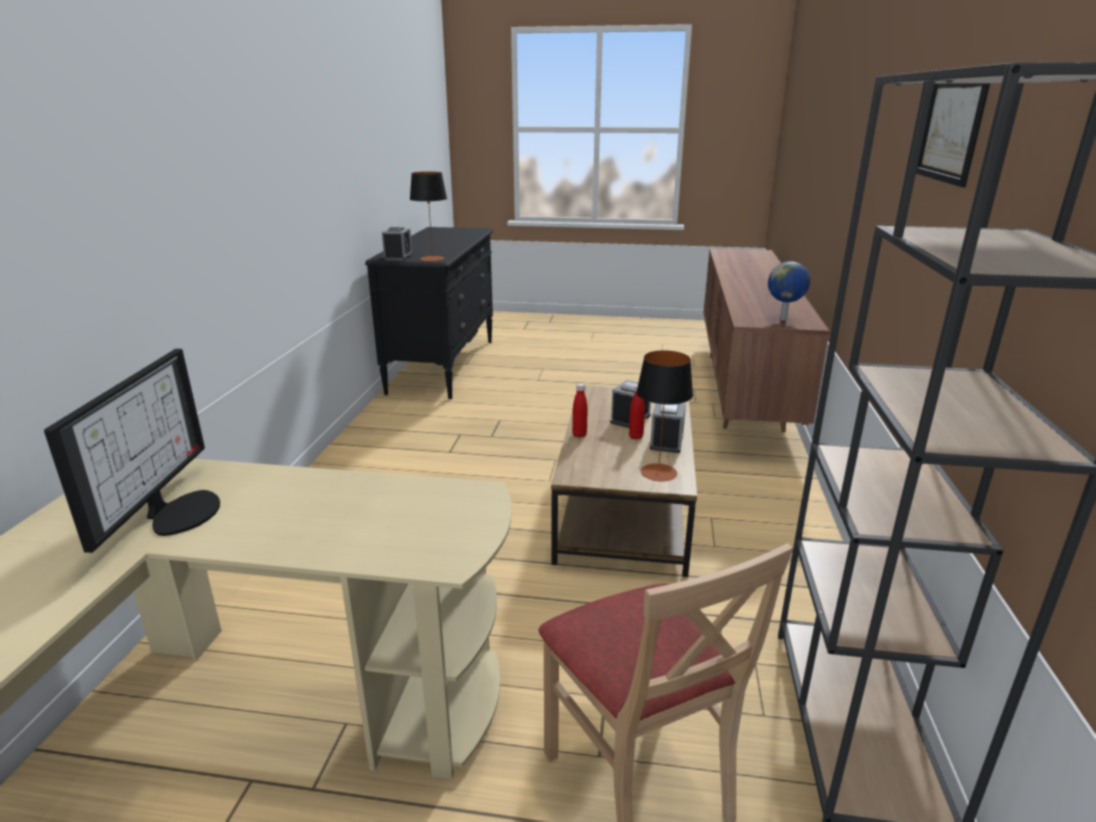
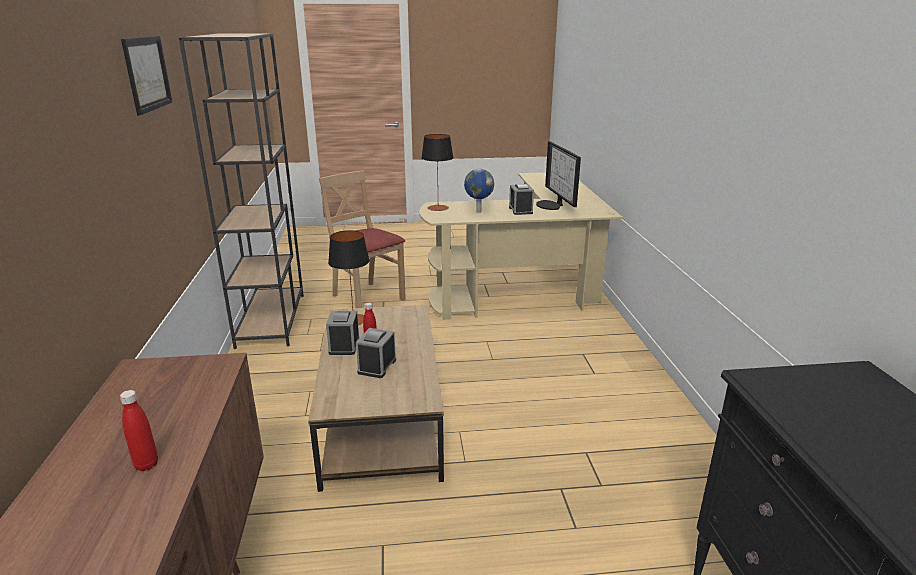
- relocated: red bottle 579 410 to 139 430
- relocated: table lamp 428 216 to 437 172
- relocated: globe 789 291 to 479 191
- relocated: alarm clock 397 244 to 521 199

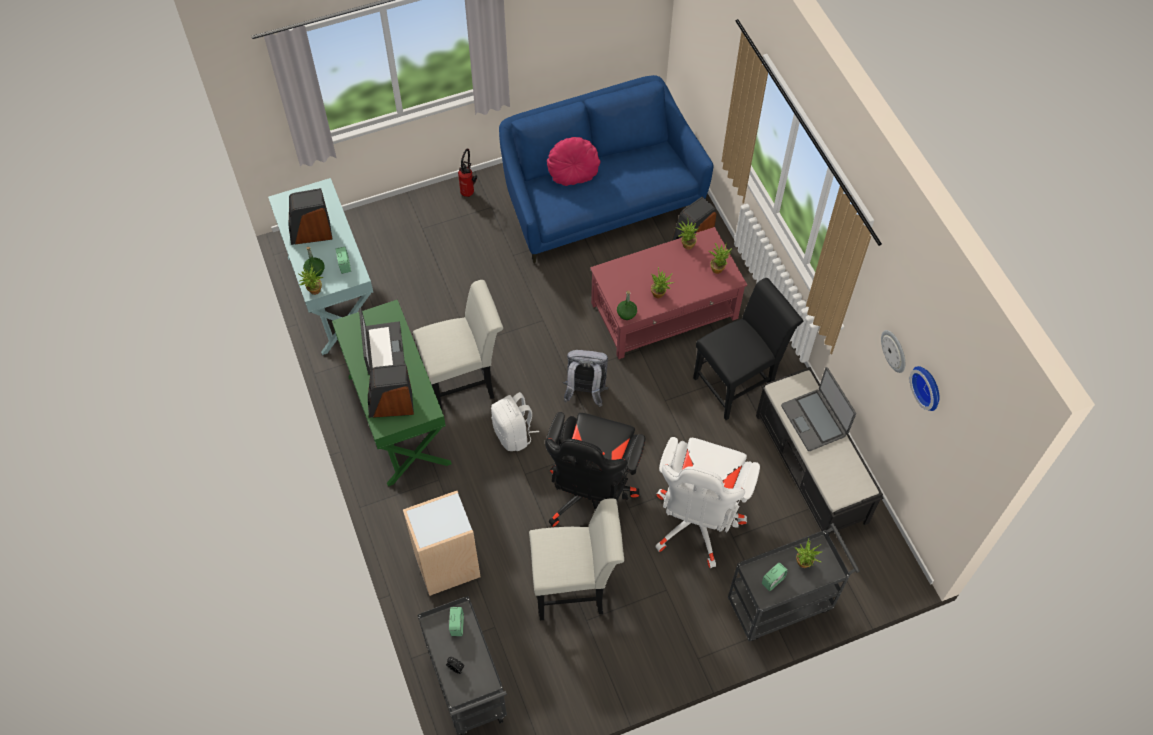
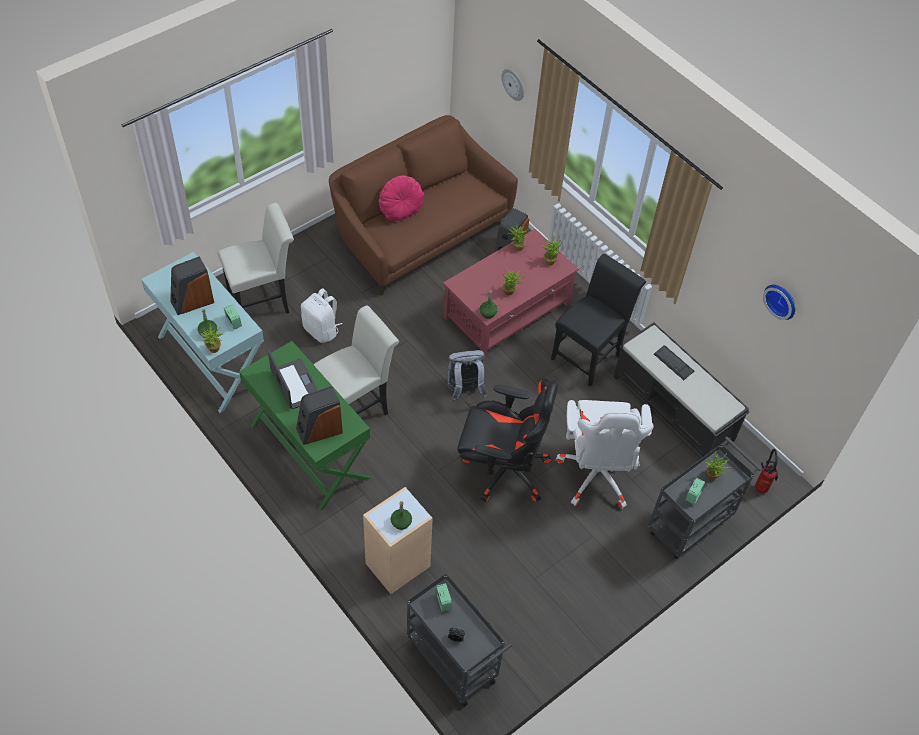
- relocated: white chair 576 559 to 255 258
- relocated: white backpack 515 421 to 322 315
- colour: blue sofa 606 169 to brown sofa 423 205
- appeared: green bottle 401 515
- spun: black office chair 595 469 = 507 440 75 degrees counterclockwise
- relocated: wall clock 893 351 to 513 85
- exchanged: laptop 818 409 to keyboard 674 362
- relocated: fire extinguisher 467 172 to 766 471

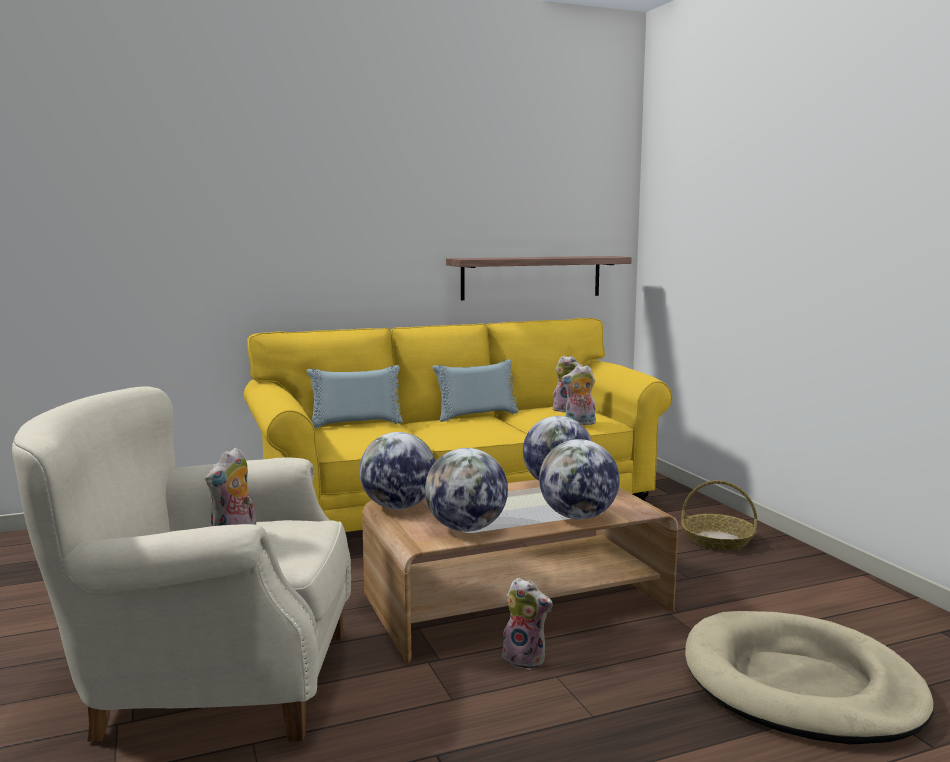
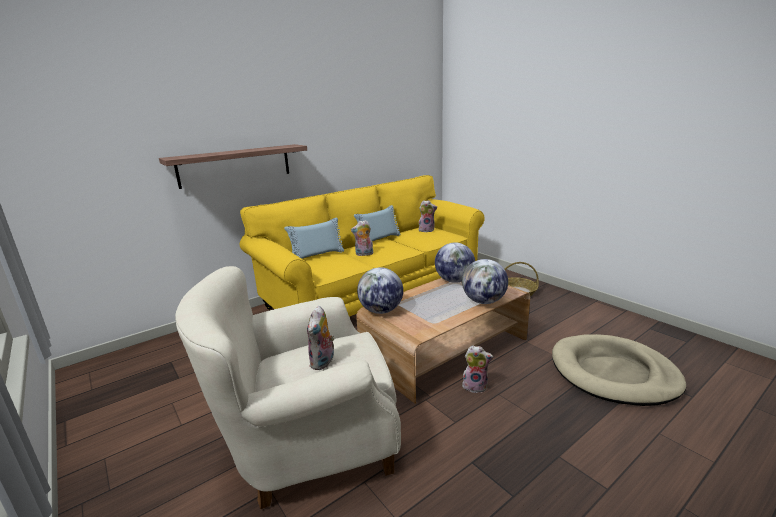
- relocated: shelf 539 278 to 233 166
- relocated: plush toy 578 395 to 362 238
- missing: globe 466 490

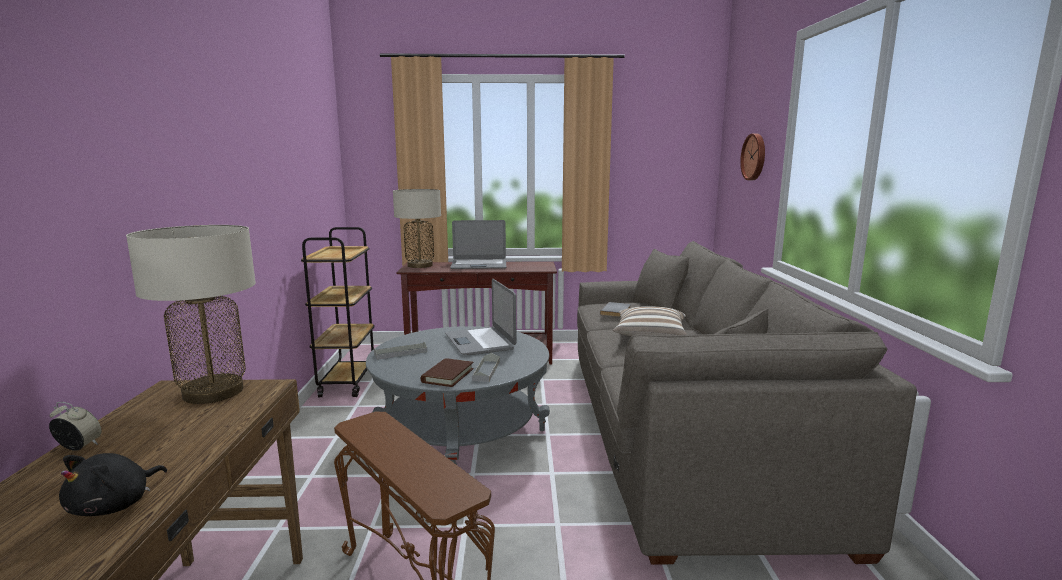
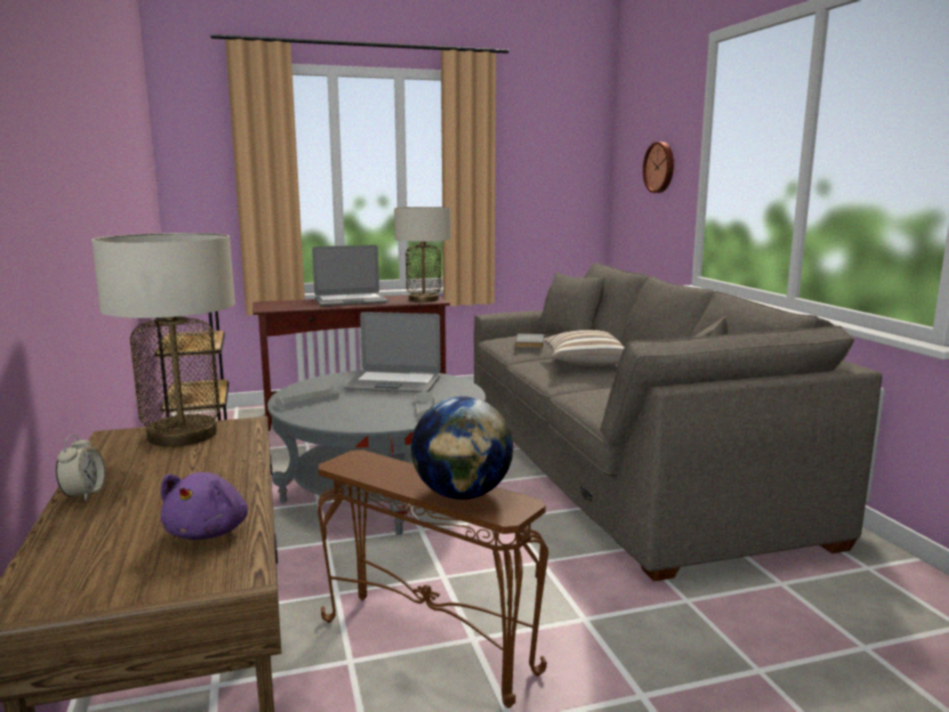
- spun: alarm clock 75 426 = 81 467 90 degrees clockwise
- colour: black plush toy 113 484 to purple plush toy 204 506
- spun: laptop 480 317 = 392 352 45 degrees counterclockwise
- relocated: table lamp 417 228 to 422 254
- appeared: globe 462 448
- missing: brown book 447 372

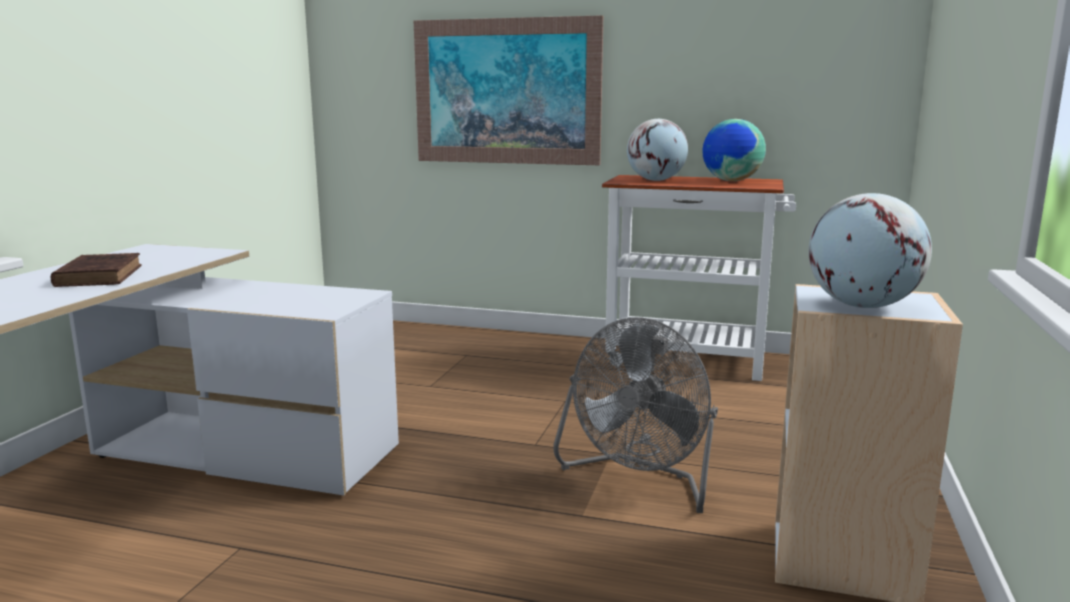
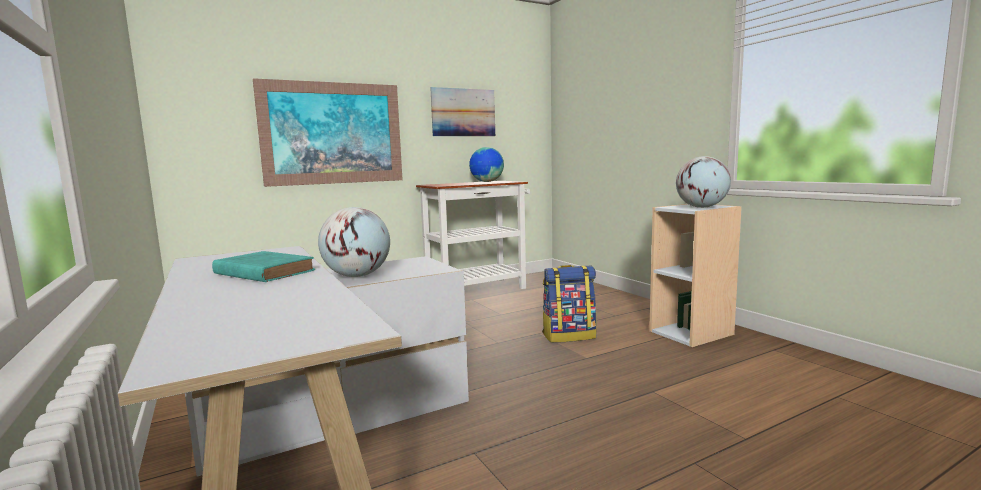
- colour: brown book 96 270 to turquoise book 263 266
- relocated: globe 657 150 to 354 242
- appeared: picture 462 111
- exchanged: grey fan 635 415 to backpack 569 304

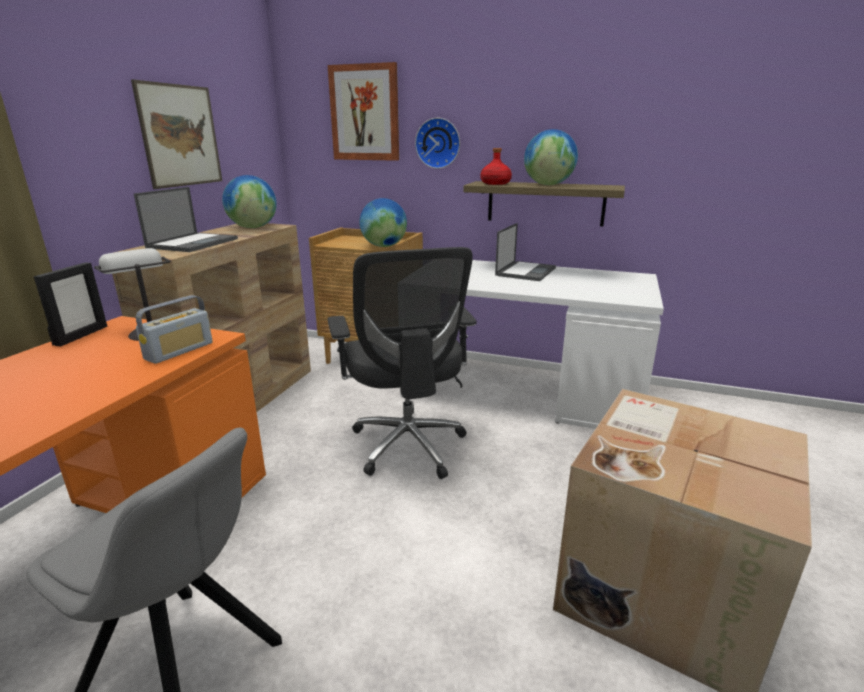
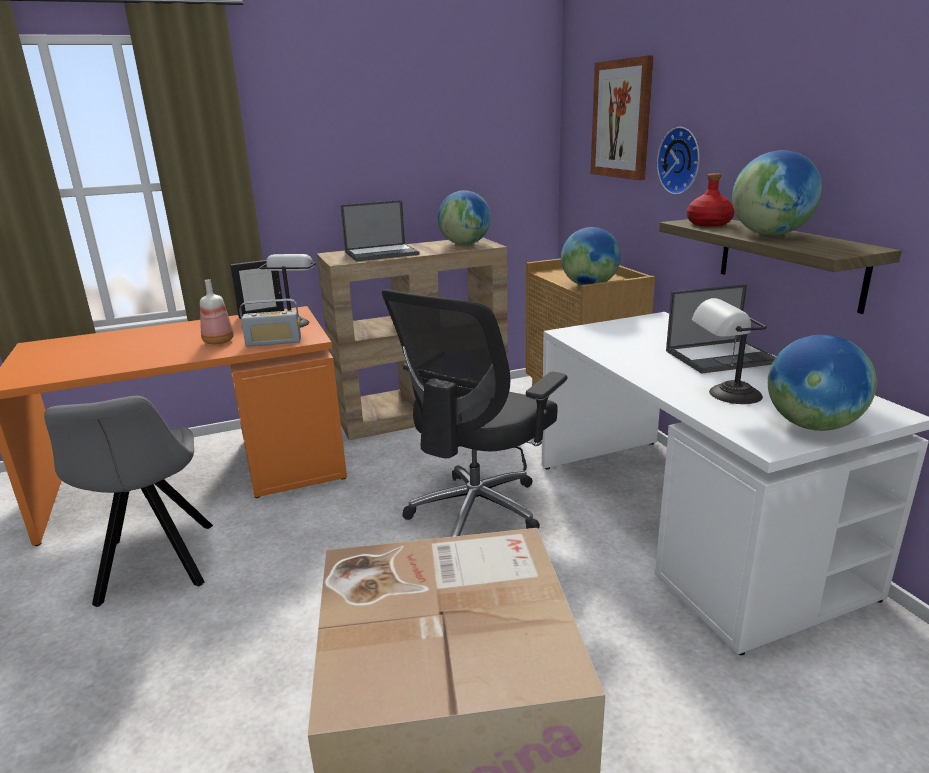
- appeared: bottle 217 311
- appeared: table lamp 729 351
- appeared: globe 822 383
- missing: picture 176 134

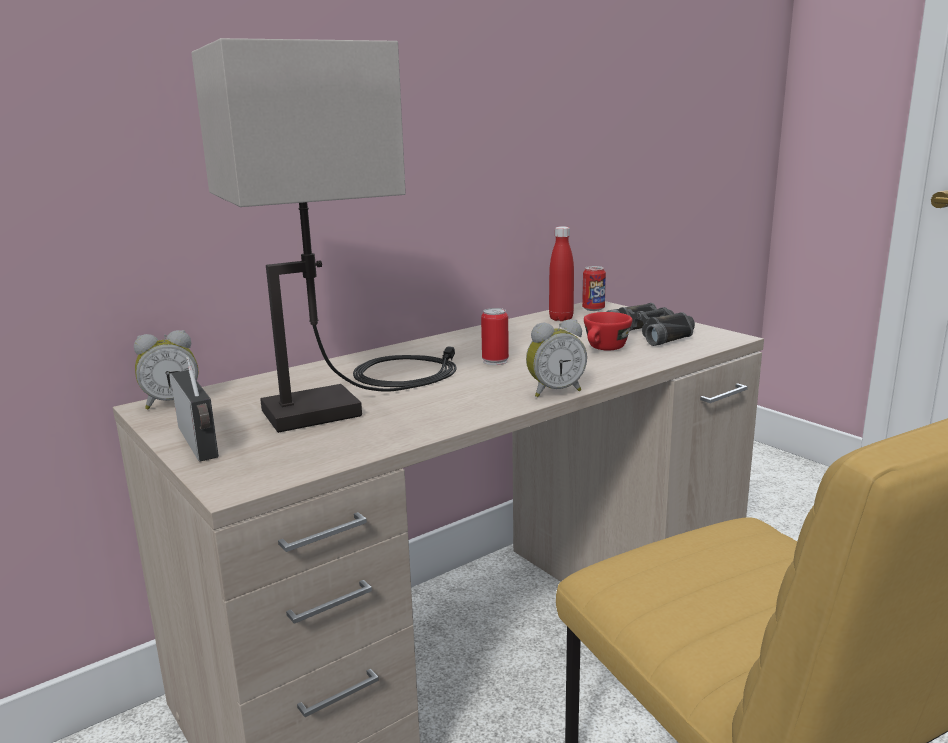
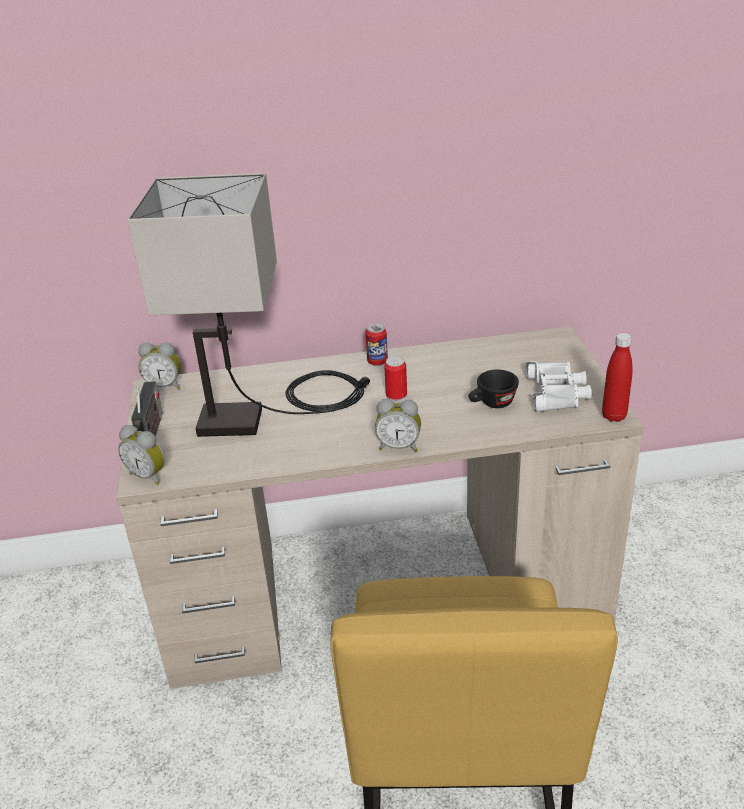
- appeared: alarm clock 141 455
- relocated: can 594 288 to 376 345
- colour: red cup 608 331 to black cup 494 389
- colour: black binoculars 651 324 to white binoculars 558 386
- relocated: red bottle 561 273 to 617 377

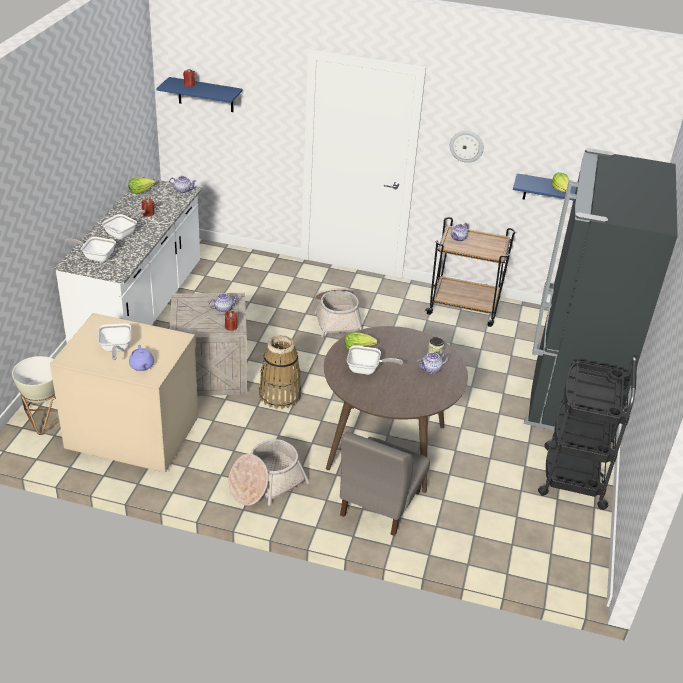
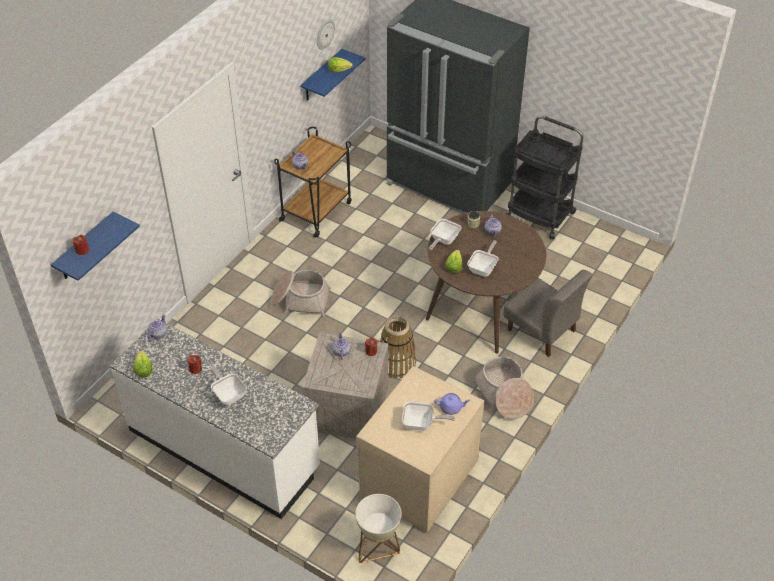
- relocated: wall clock 467 147 to 326 34
- relocated: frying pan 90 249 to 445 234

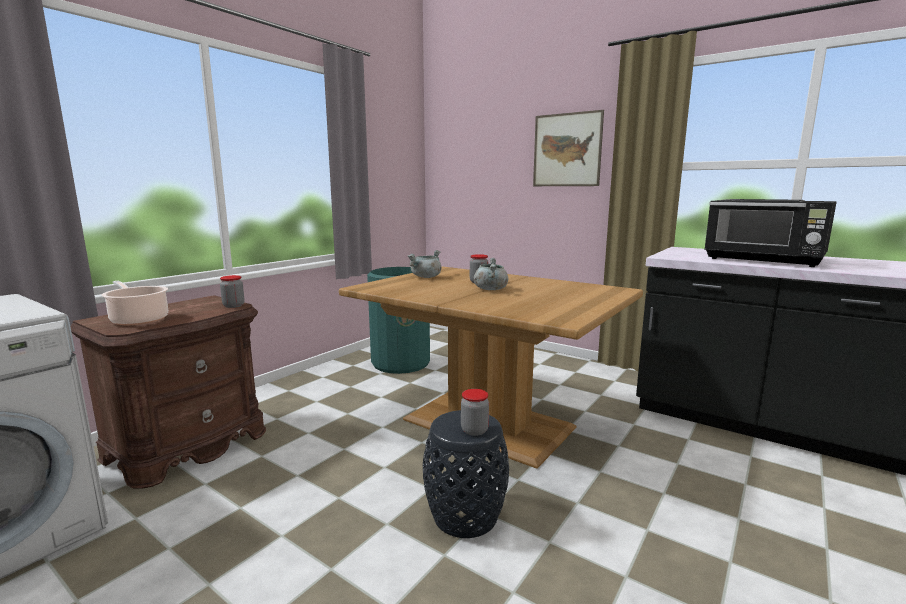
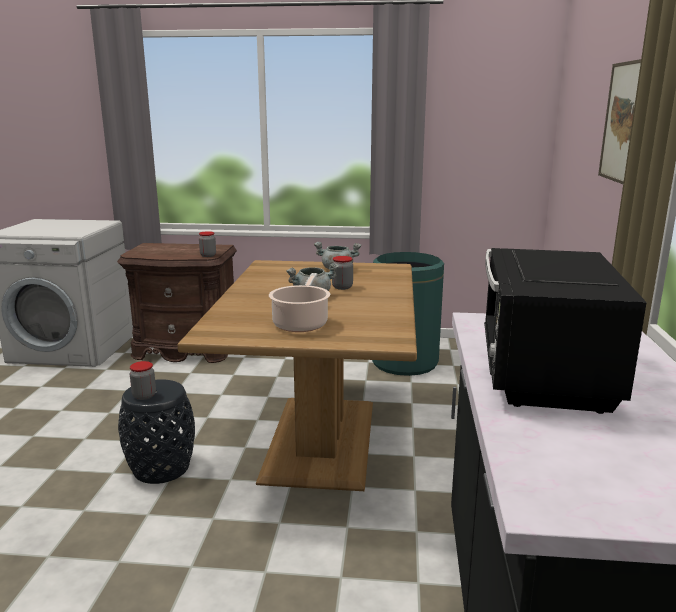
- relocated: cooking pot 134 303 to 299 302

